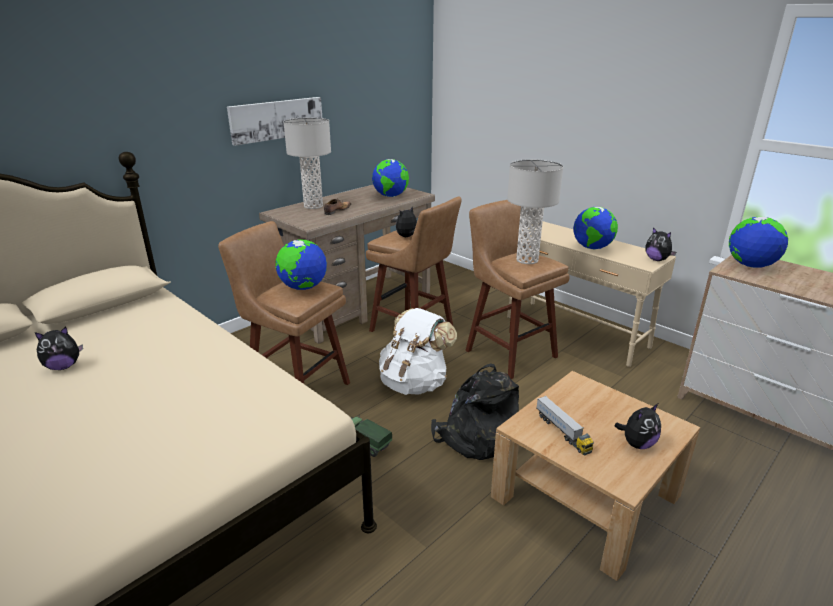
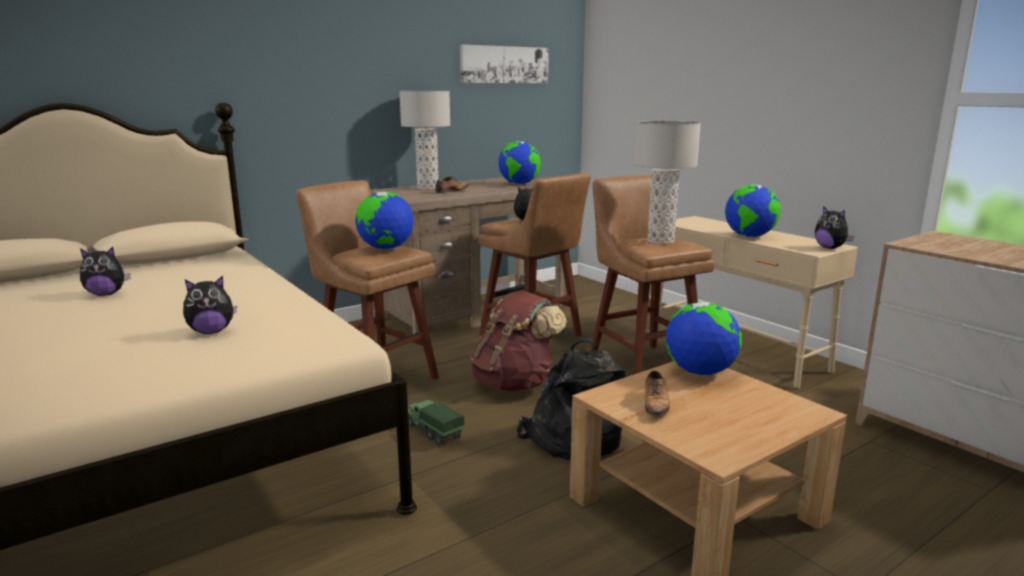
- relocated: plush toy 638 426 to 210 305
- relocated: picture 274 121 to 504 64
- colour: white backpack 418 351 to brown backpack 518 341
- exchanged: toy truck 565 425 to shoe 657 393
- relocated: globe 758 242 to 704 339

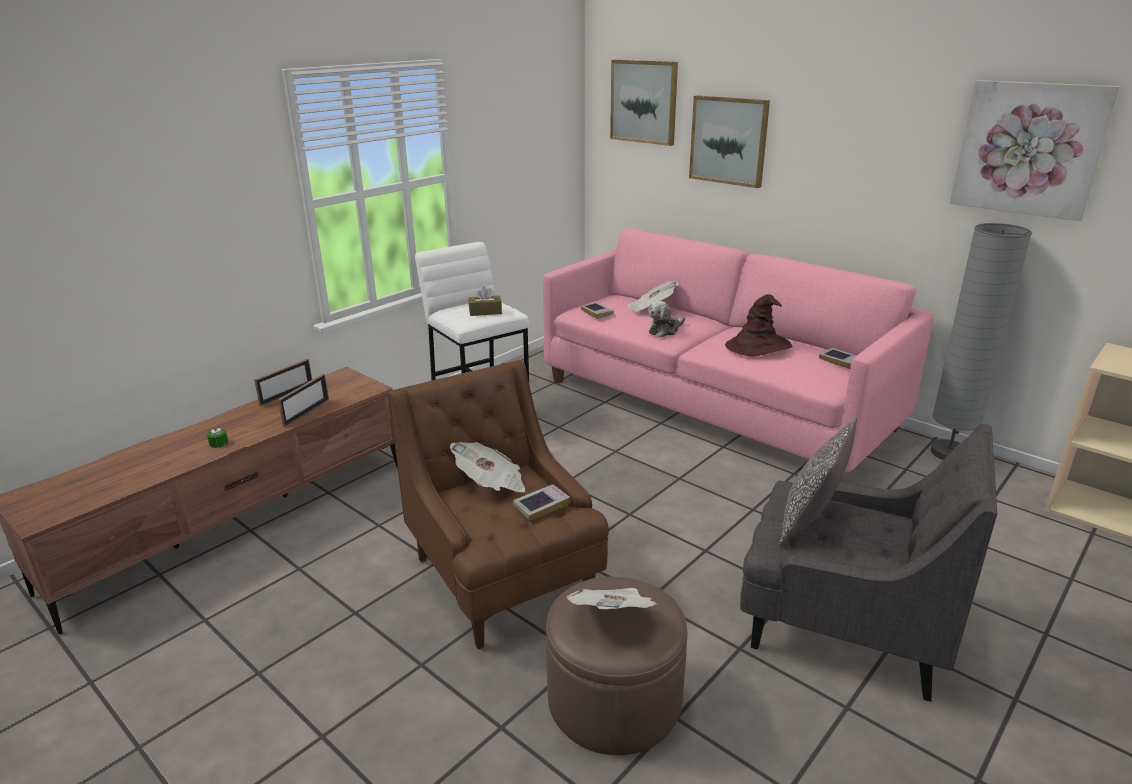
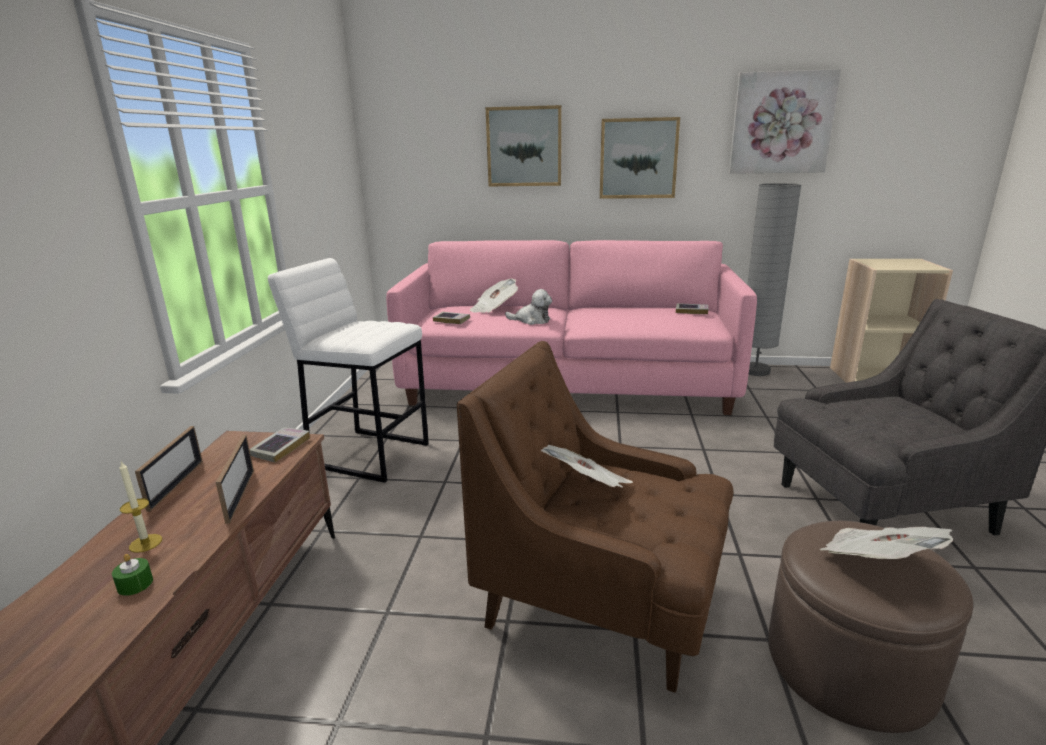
- appeared: candle 140 507
- relocated: book 541 502 to 279 445
- spun: plush toy 666 319 = 528 307 90 degrees counterclockwise
- relocated: picture 644 103 to 640 158
- missing: brown tissue box 485 301
- missing: brown hat 759 325
- missing: pillow 817 481

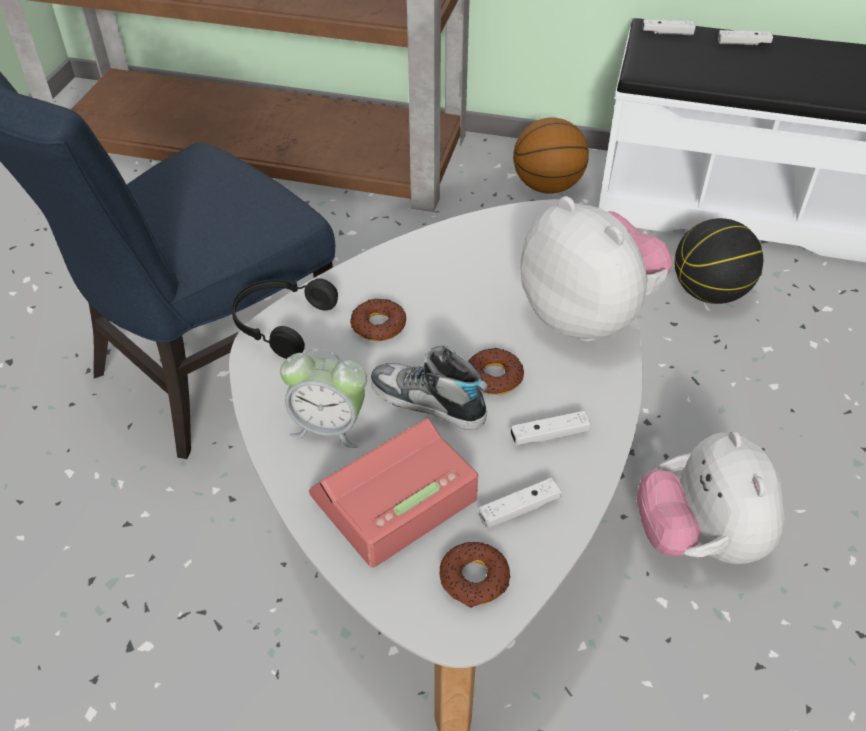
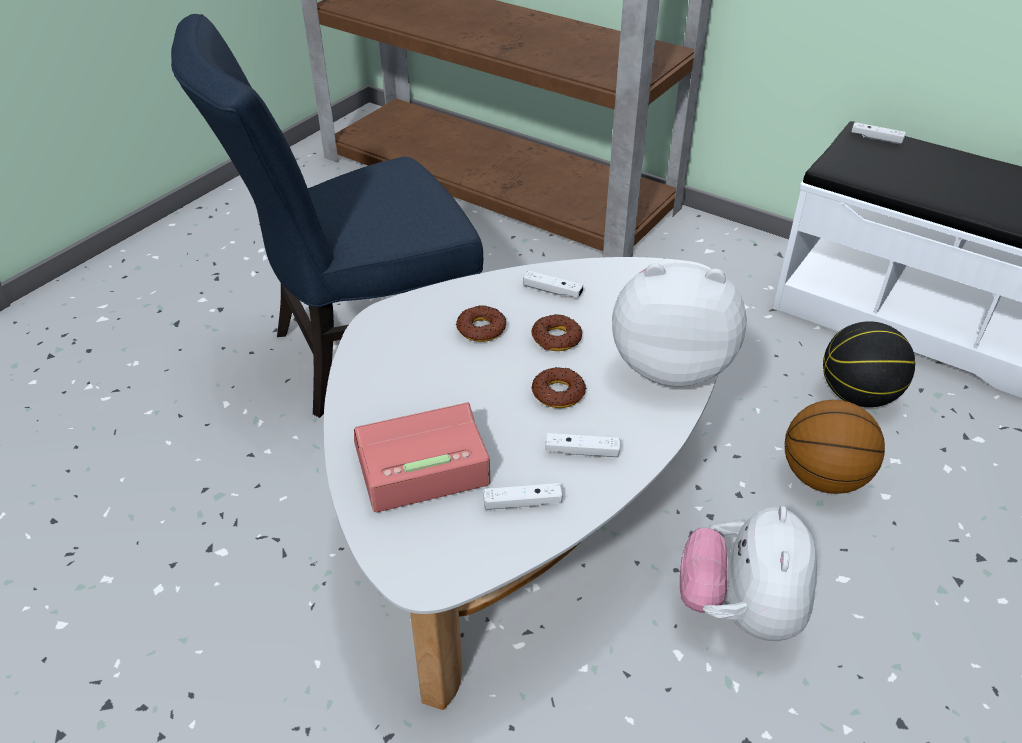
- relocated: white game controller 745 37 to 553 284
- relocated: donut 475 574 to 556 332
- spun: plush toy 596 269 = 679 324 60 degrees counterclockwise
- relocated: basketball 551 156 to 835 447
- missing: black headphones 284 318
- missing: alarm clock 323 398
- missing: shoe 429 387

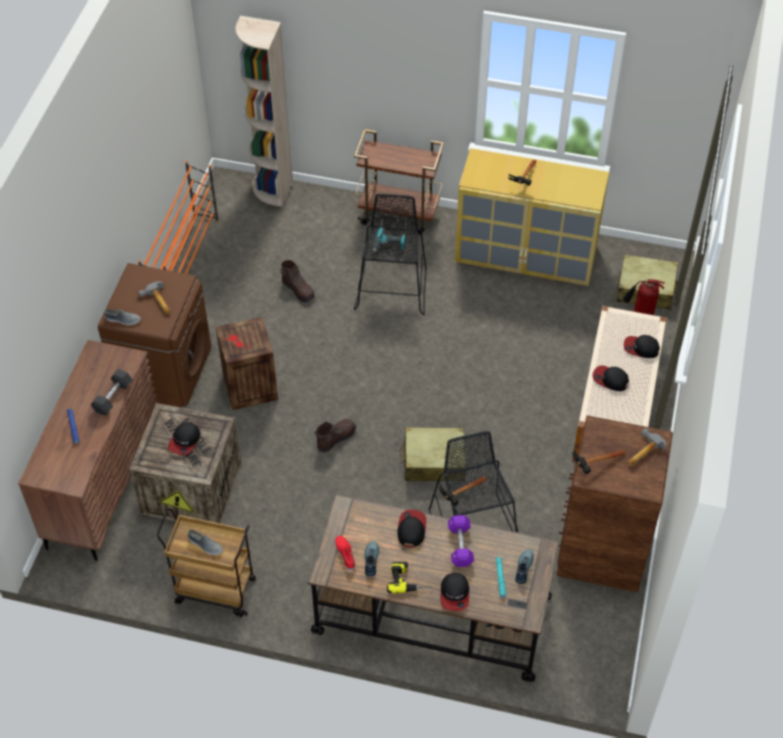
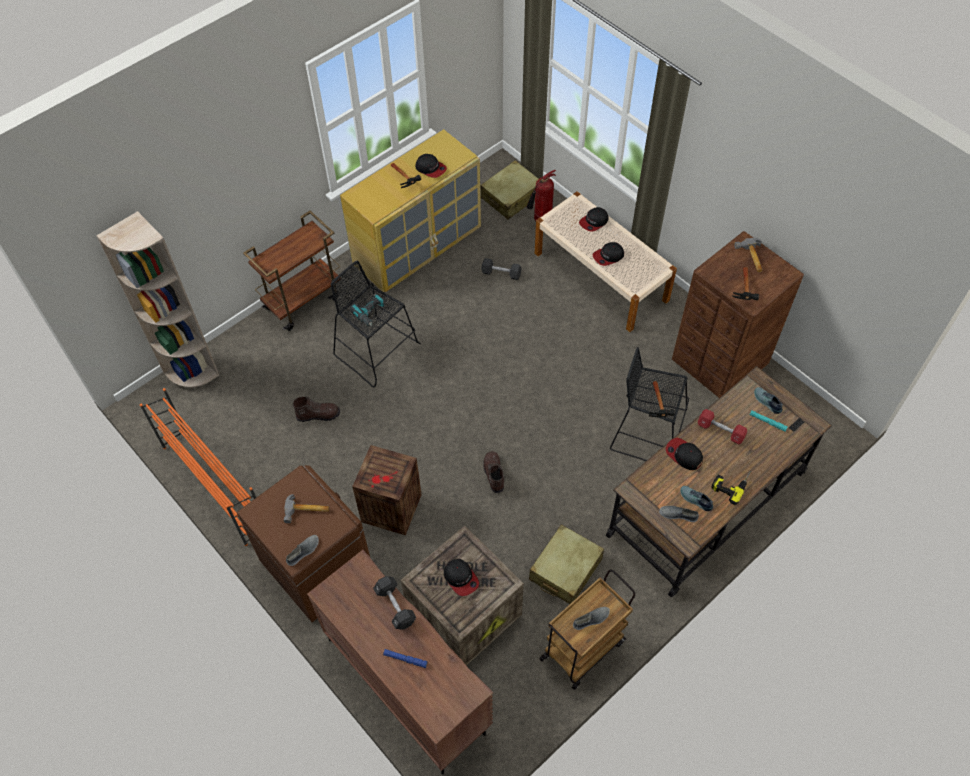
- relocated: cap 455 592 to 431 166
- appeared: black dumbbell 501 269
- relocated: beige suitcase 433 454 to 566 564
- colour: red shoe 345 553 to grey shoe 679 514
- colour: purple dumbbell 461 541 to red dumbbell 722 426

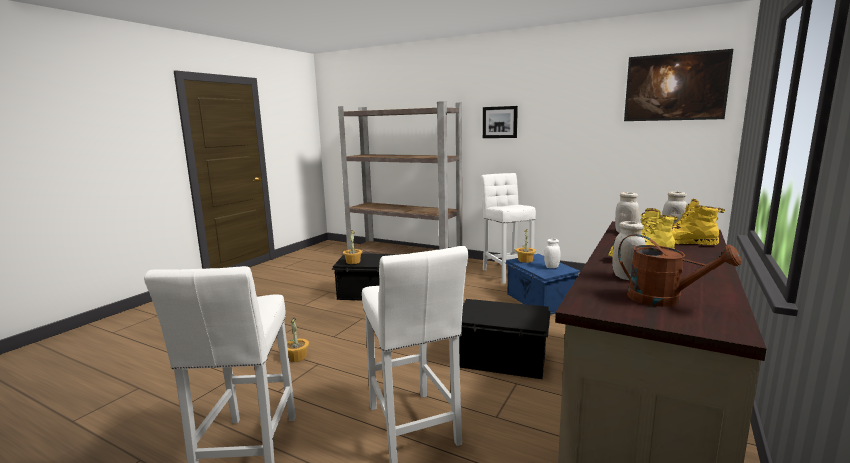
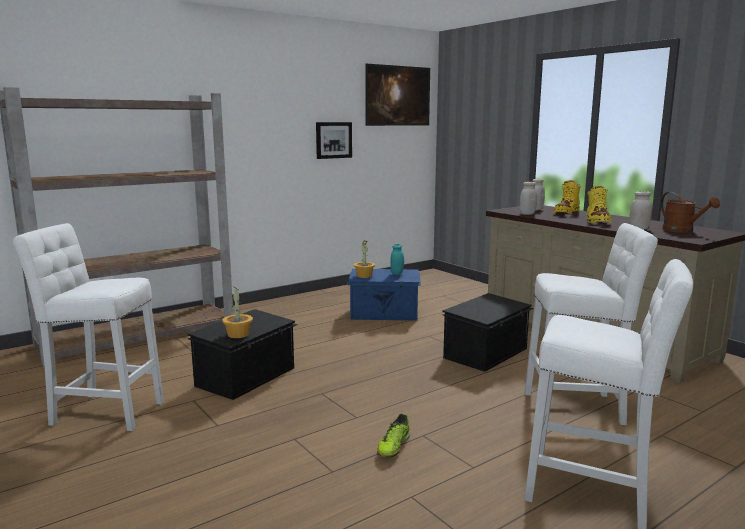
- relocated: white stool 508 228 to 88 327
- relocated: picture 500 122 to 334 140
- exchanged: potted plant 298 339 to shoe 393 436
- colour: white jar 552 253 to turquoise jar 397 259
- spun: brown watering can 679 270 = 690 212 90 degrees clockwise

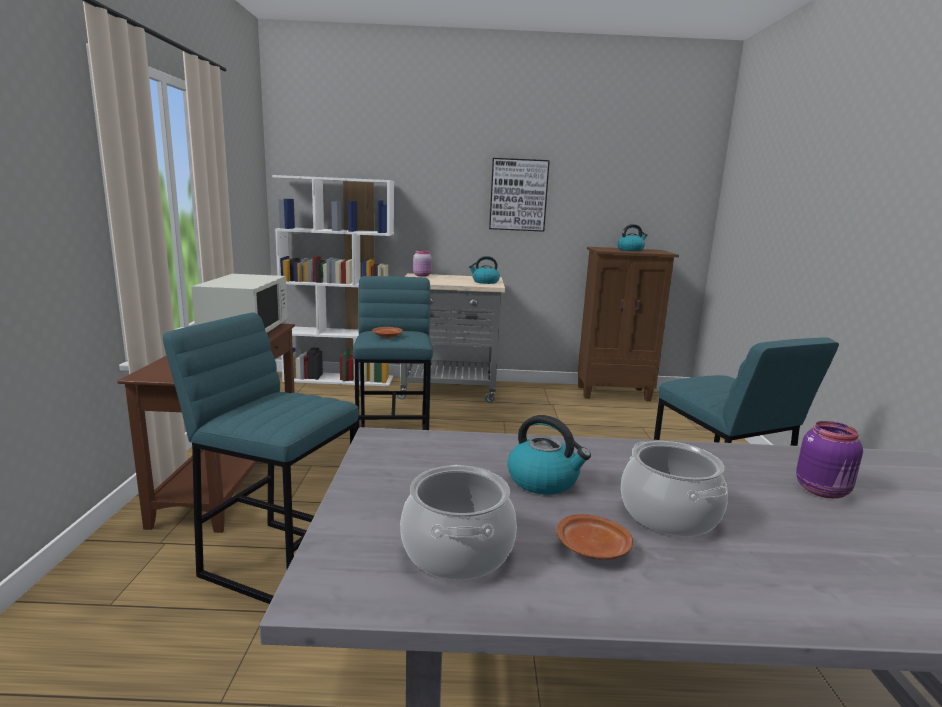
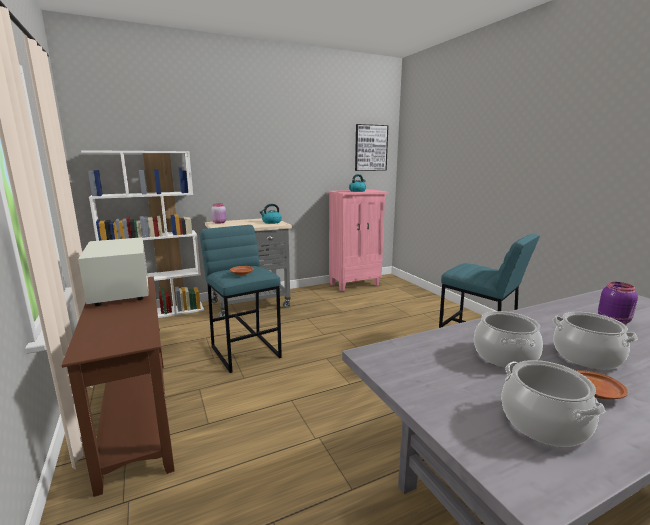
- colour: brown cabinet 628 324 to pink cabinet 358 240
- relocated: picture 519 195 to 372 147
- exchanged: kettle 549 455 to cooking pot 508 340
- missing: turquoise stool 261 458

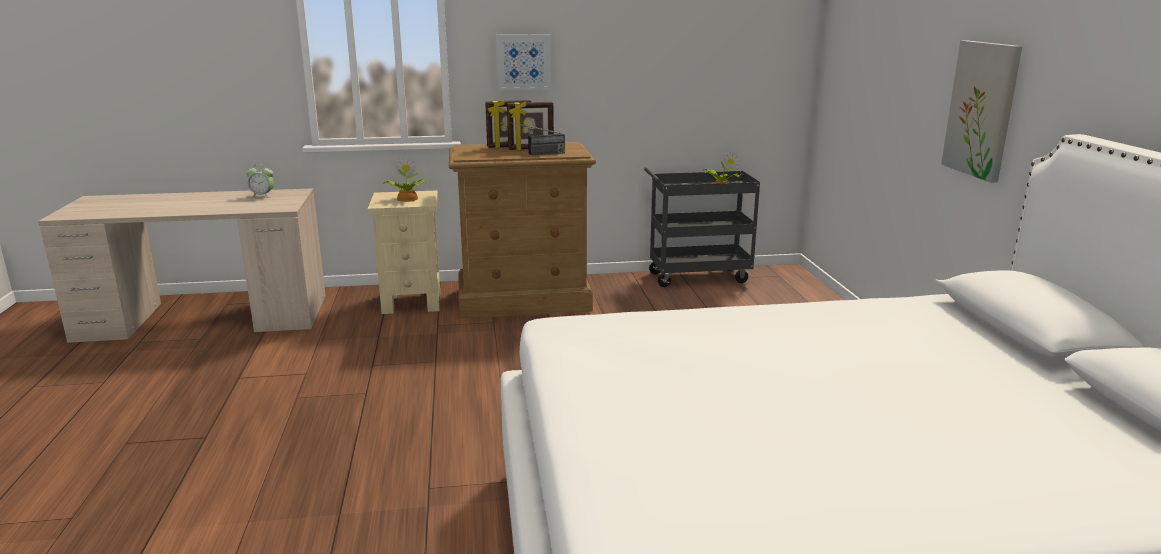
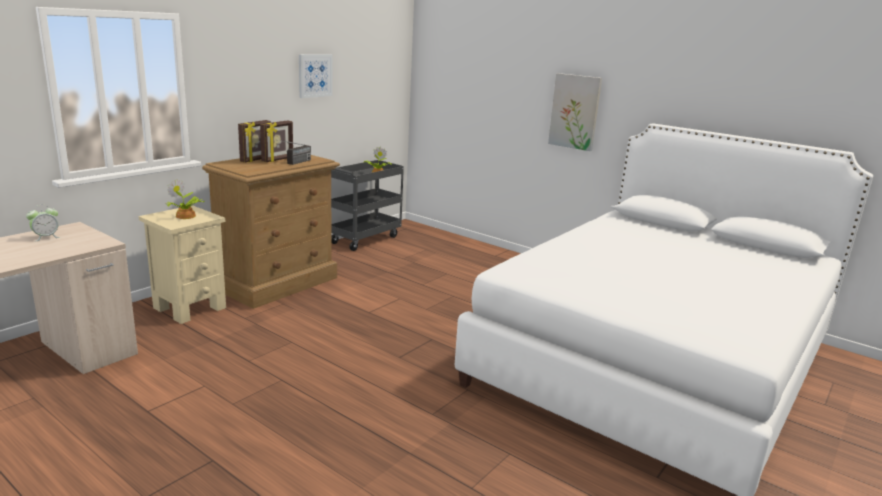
- relocated: picture 524 62 to 315 76

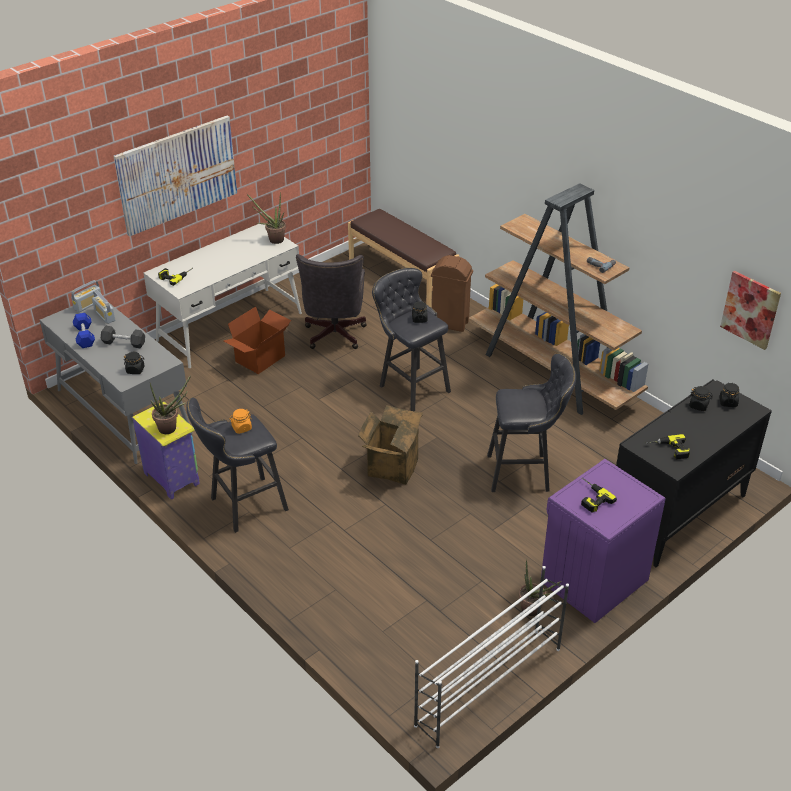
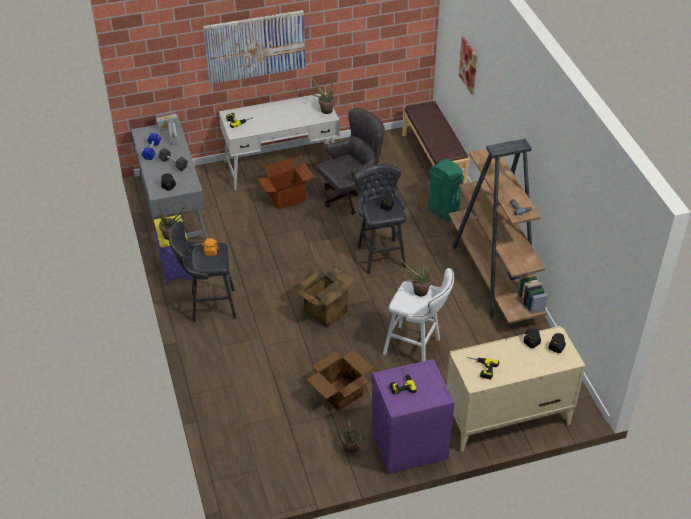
- appeared: cardboard box 340 380
- spun: grey office chair 331 301 = 350 161 150 degrees counterclockwise
- colour: black stool 531 423 to white stool 418 314
- appeared: potted plant 415 276
- colour: brown trash can 452 293 to green trash can 446 190
- colour: black cabinet 694 473 to beige cabinet 516 389
- relocated: picture 750 310 to 468 66
- missing: white shoe rack 491 657

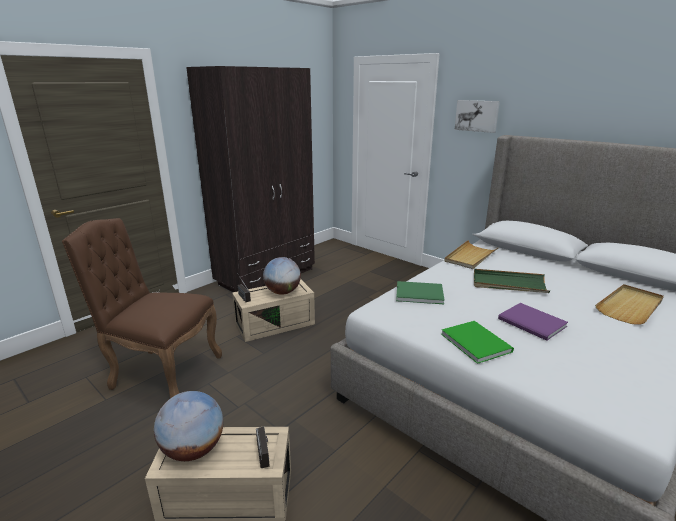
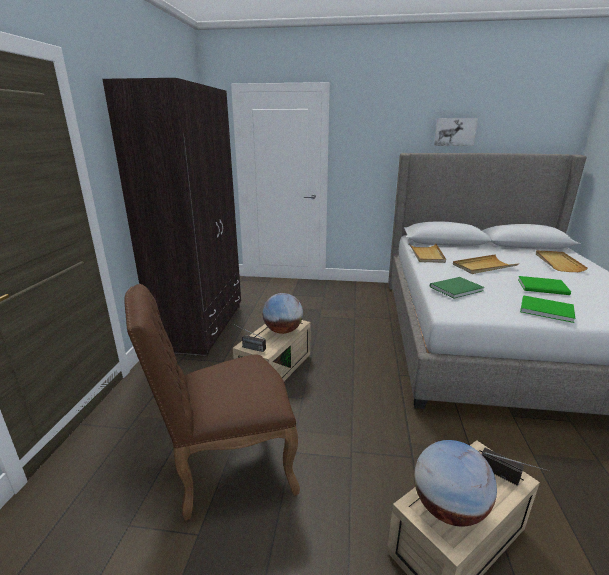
- relocated: picture 477 116 to 456 132
- colour: green tray 512 281 to beige tray 486 264
- colour: purple book 533 322 to green book 544 285

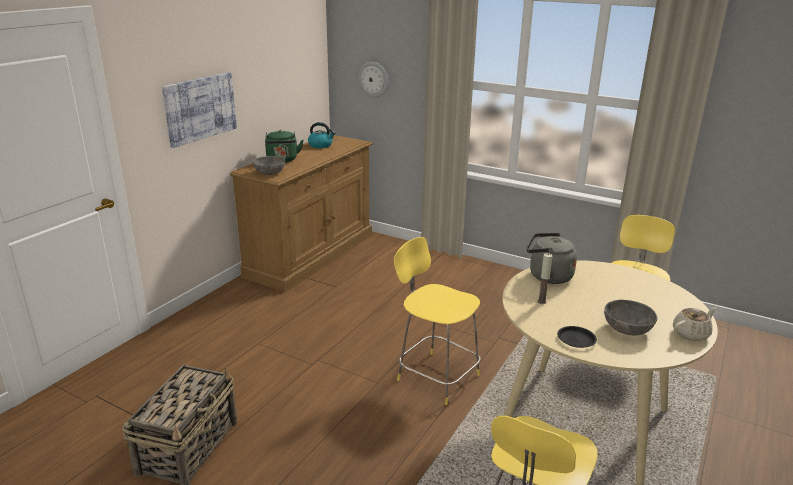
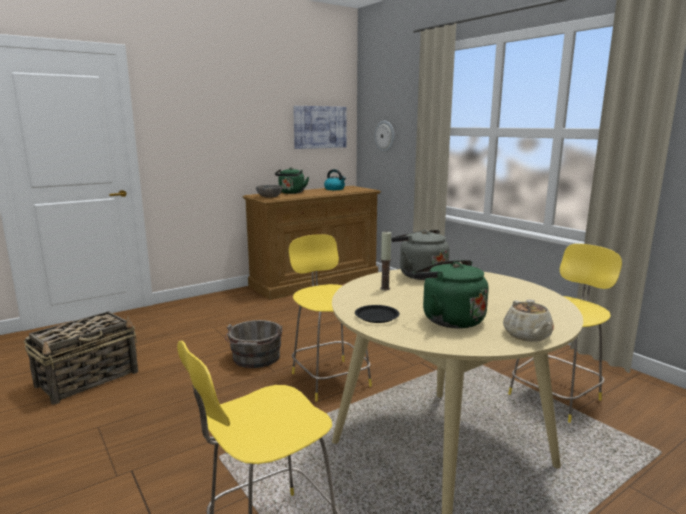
- appeared: grey bucket 253 344
- relocated: picture 199 110 to 320 127
- exchanged: grey bowl 630 318 to green kettle 450 294
- spun: beige teapot 694 324 = 528 320 90 degrees clockwise

